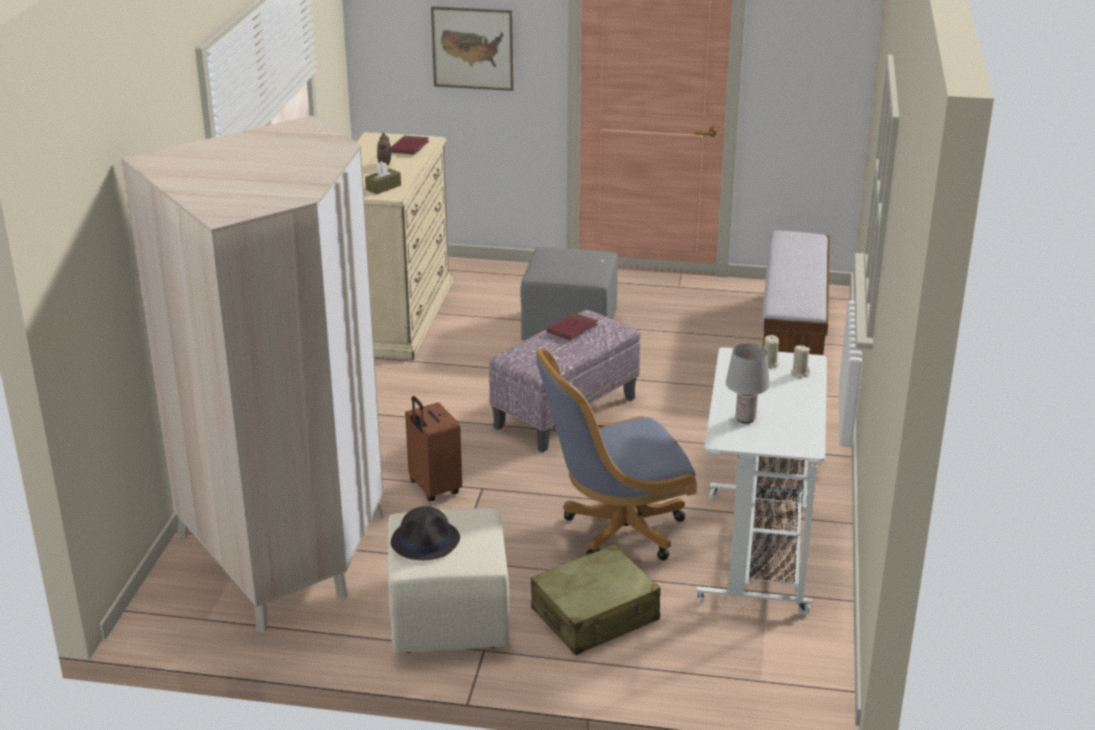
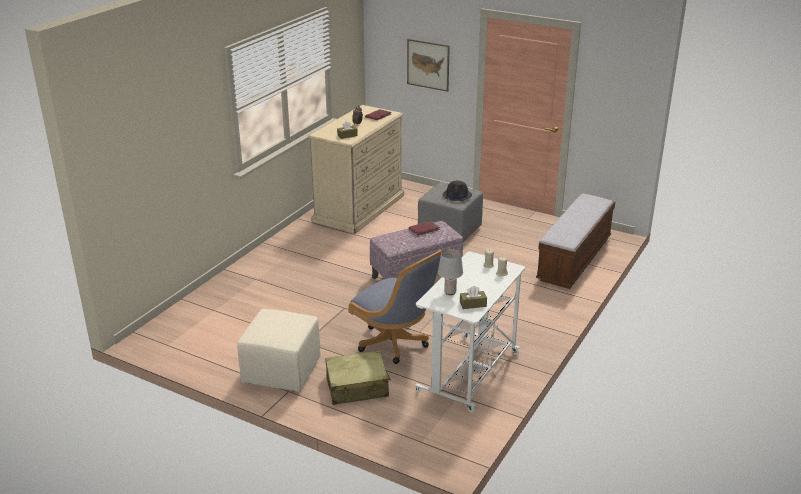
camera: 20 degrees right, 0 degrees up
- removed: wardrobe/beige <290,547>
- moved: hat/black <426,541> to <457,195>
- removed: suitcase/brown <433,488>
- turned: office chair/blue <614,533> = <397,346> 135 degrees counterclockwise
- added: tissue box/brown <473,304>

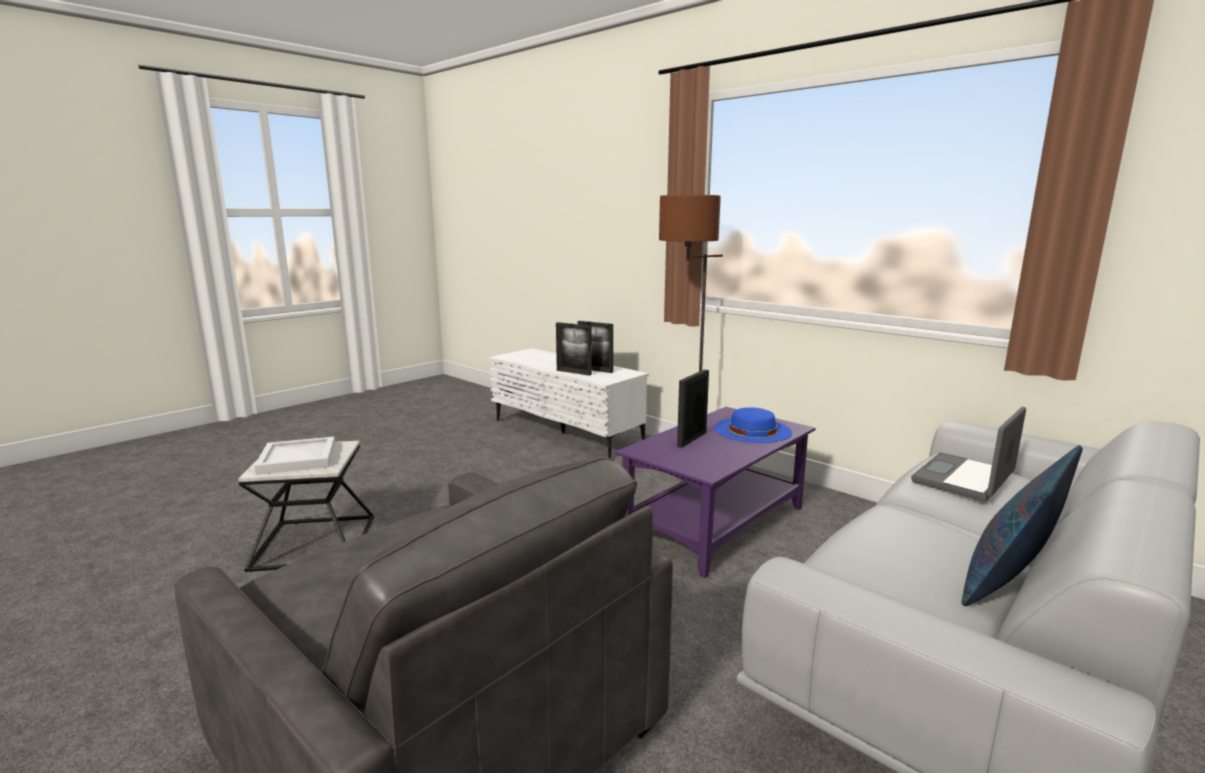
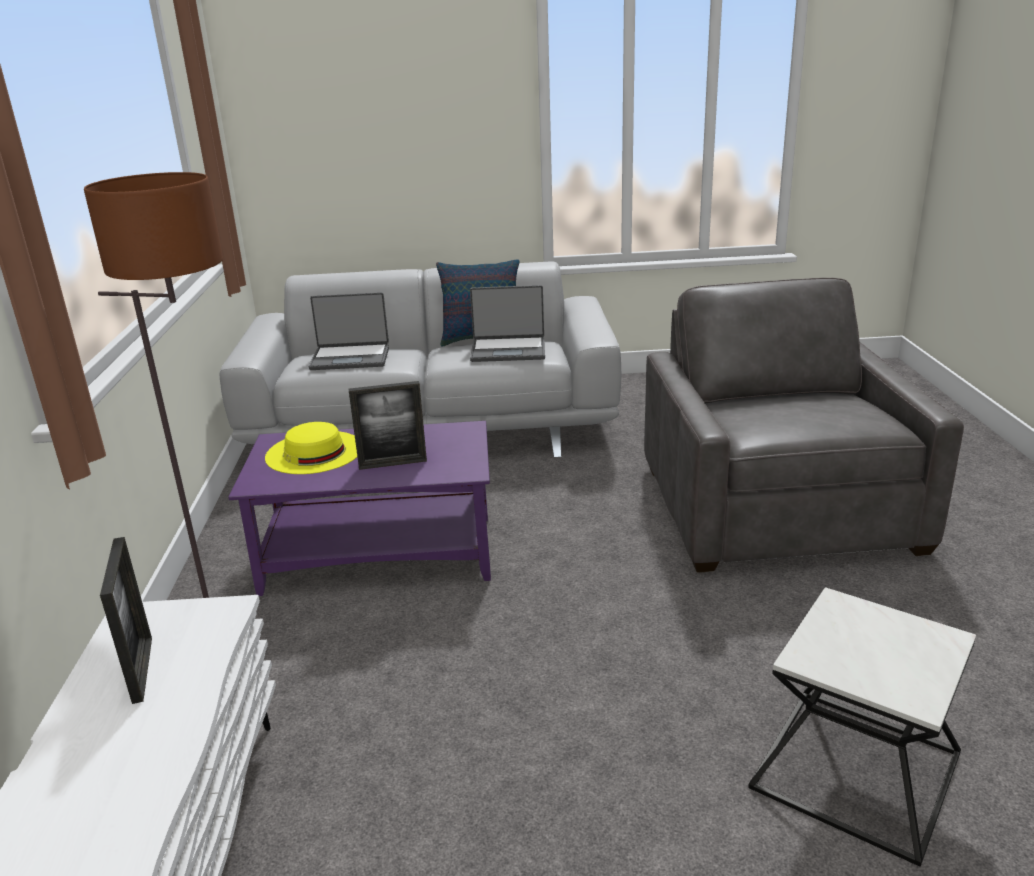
camera: 135 degrees left, 10 degrees up
- removed: tray/white <296,458>
- removed: picture frame <573,372>
- recoloured: hat/blue <752,430> to hat/yellow <314,452>
- added: laptop <508,350>

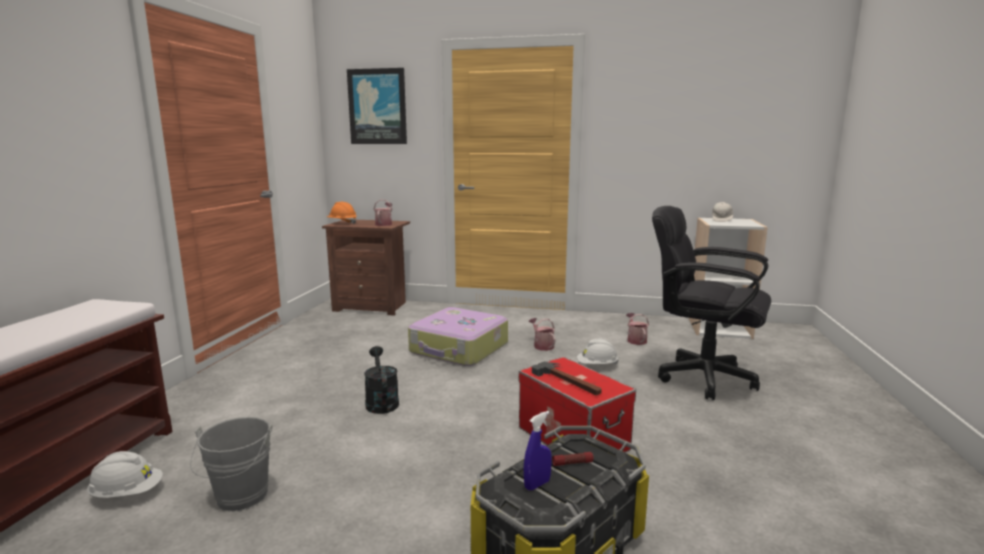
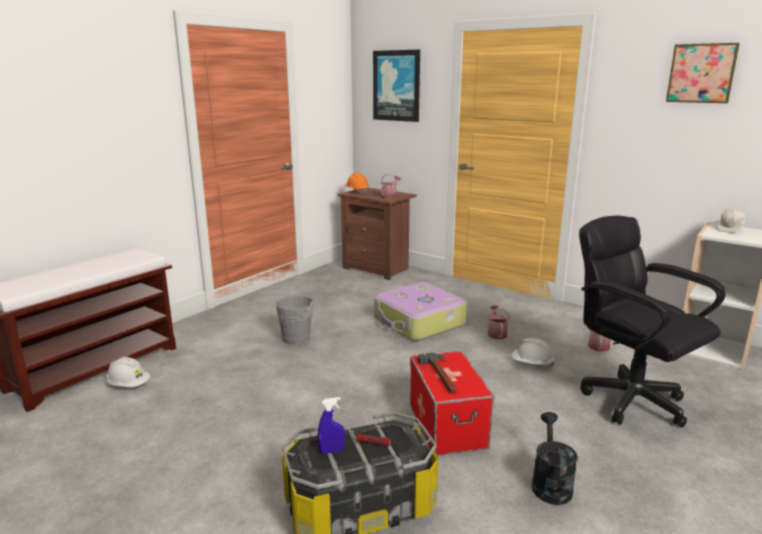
camera: 25 degrees right, 5 degrees up
- moved: bucket/grey <240,500> to <294,340>
- moved: watering can/black <381,402> to <550,483>
- added: picture <701,73>

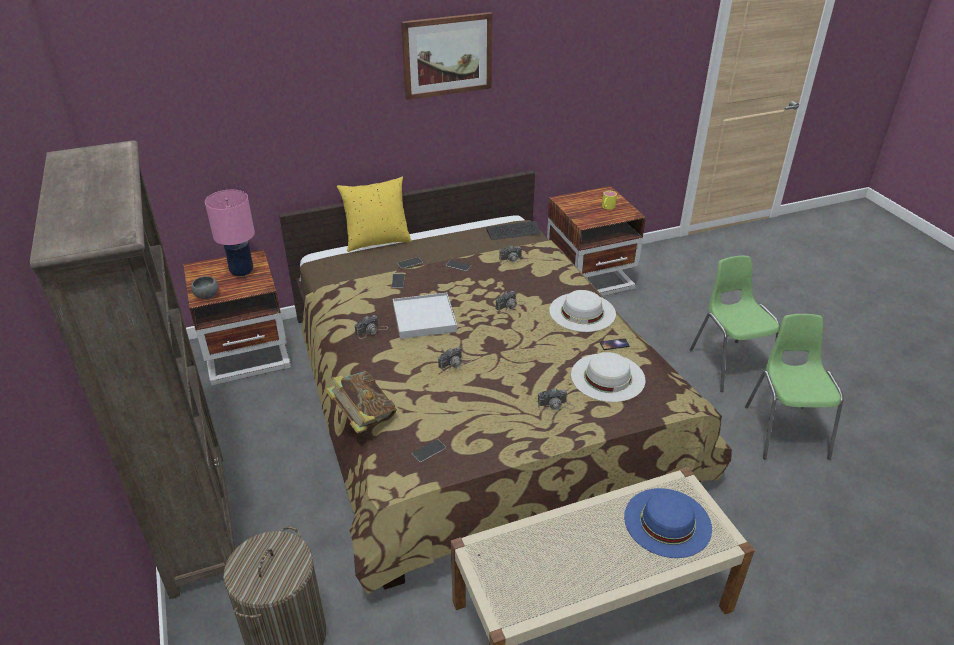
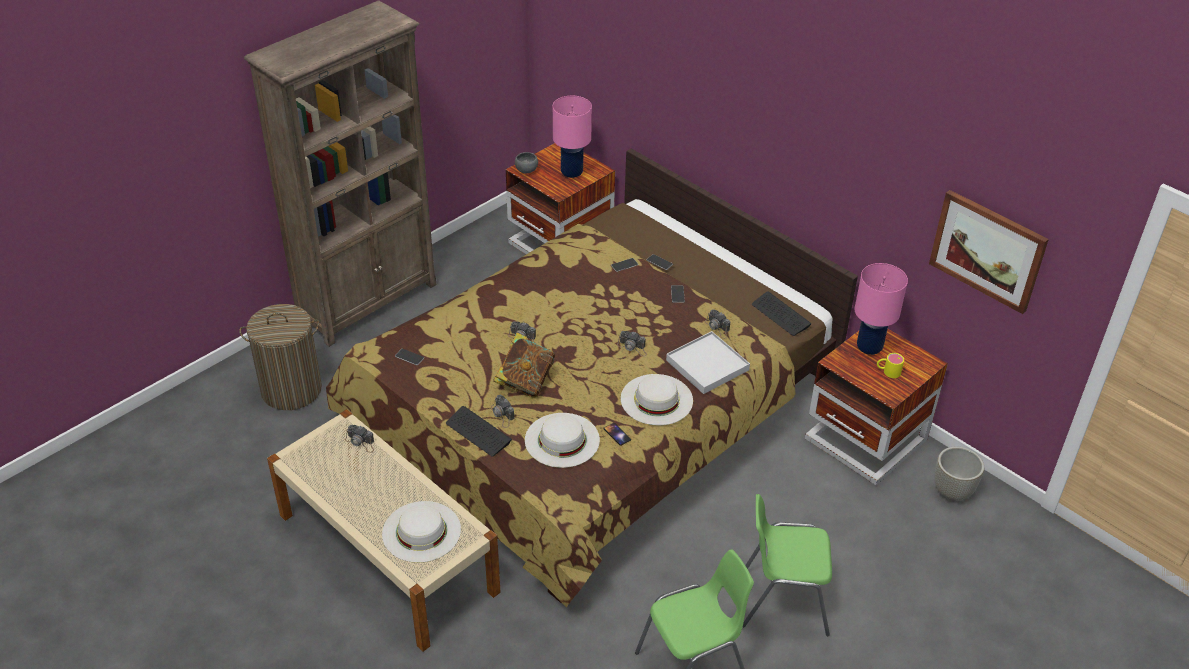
camera: 65 degrees right, 5 degrees up
- moved: book <363,418> to <525,381>
- removed: pillow/yellow <377,241>
- moved: photo camera <371,331> to <361,442>
- moved: tray/white <424,318> to <707,365>
- moved: picture <447,55> to <987,250>
- recoloured: hat/blue <667,522> to hat/white <421,531>
- turned: chair/green <729,365> = <783,601> 135 degrees counterclockwise
- added: keyboard <478,432>
- added: table lamp/pink <868,348>
- added: planter/grey <952,491>

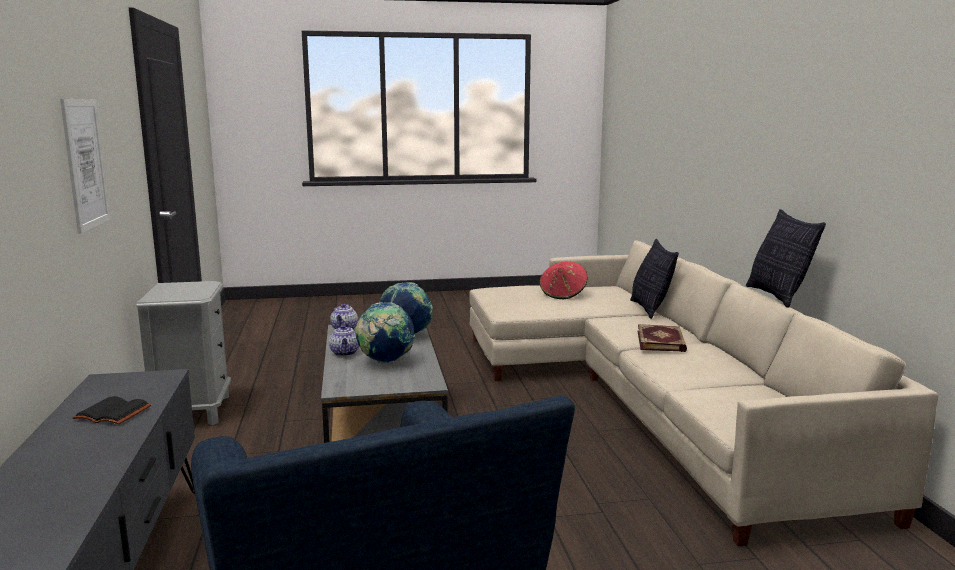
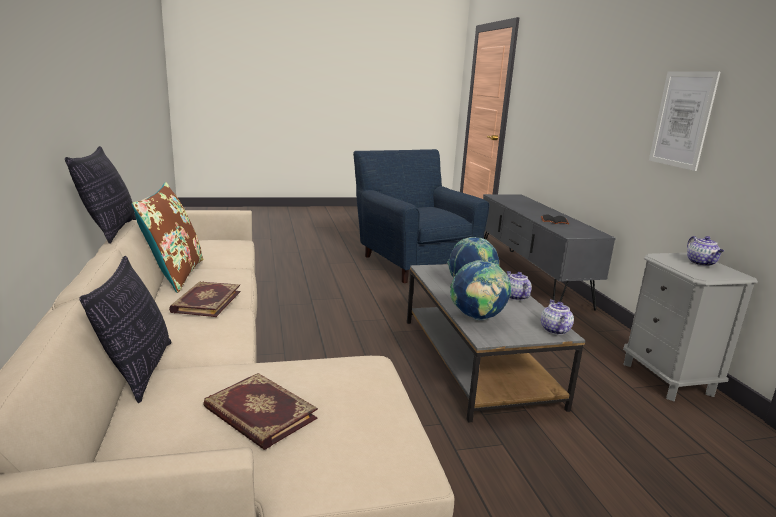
camera: 175 degrees right, 5 degrees up
- replaced: hat/red <563,294> to book <259,414>
- added: pillow/brown <174,275>
- added: teapot <701,263>

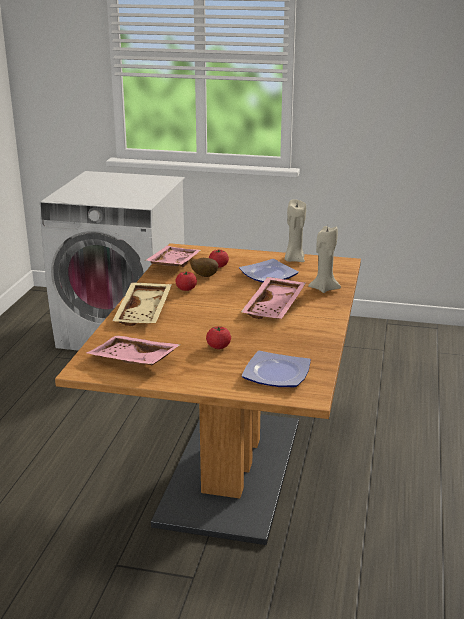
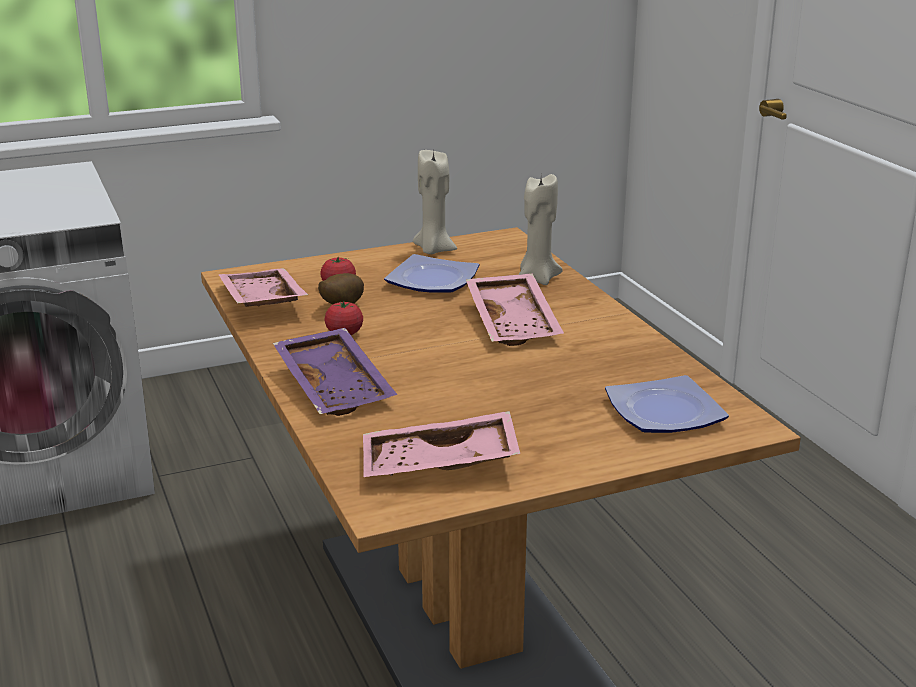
camera: 35 degrees left, 0 degrees up
- recoloured: tray/beige <145,312> to tray/purple <336,386>
- removed: tomato <218,346>

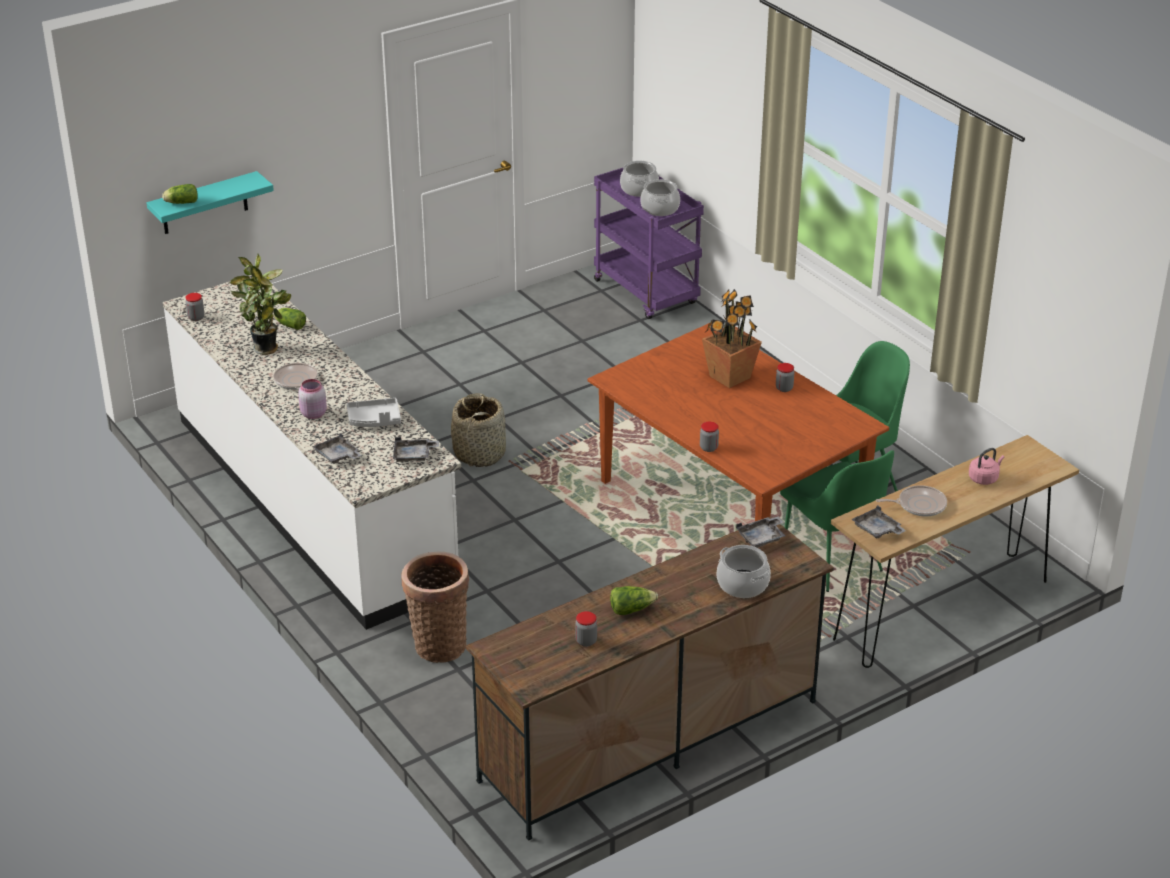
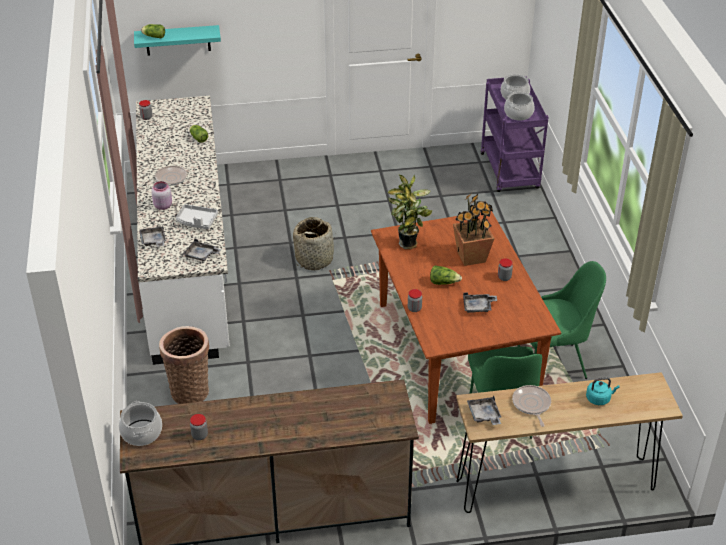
camera: 25 degrees right, 5 degrees up
- moved: potted plant <267,350> to <408,245>
- moved: lettuce <631,609> to <443,282>
- moved: cooking pot <743,584> to <142,433>
- moved: tray/grey <762,538> to <478,307>
- turned: frying pan <919,505> = <531,404> 120 degrees counterclockwise
- recoloured: kettle/pink <984,478> to kettle/turquoise <599,398>

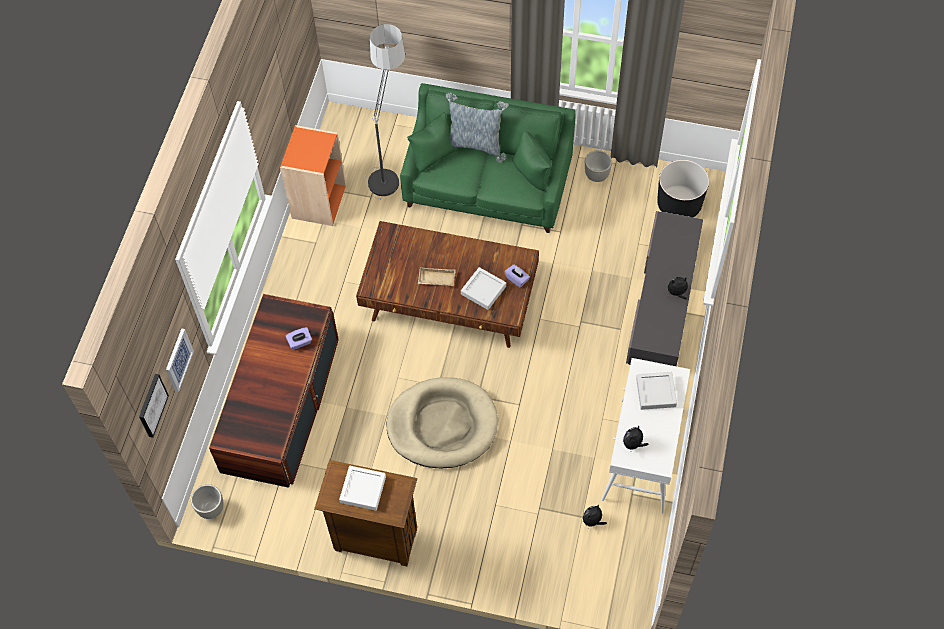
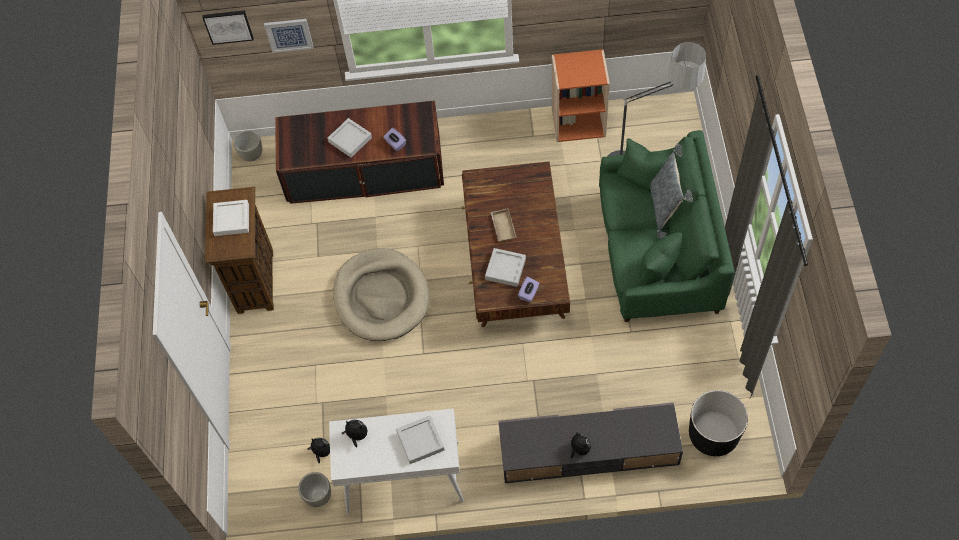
camera: 75 degrees right, 0 degrees up
- moved: planter/grey <597,175> to <318,496>
- added: tray/grey <350,140>

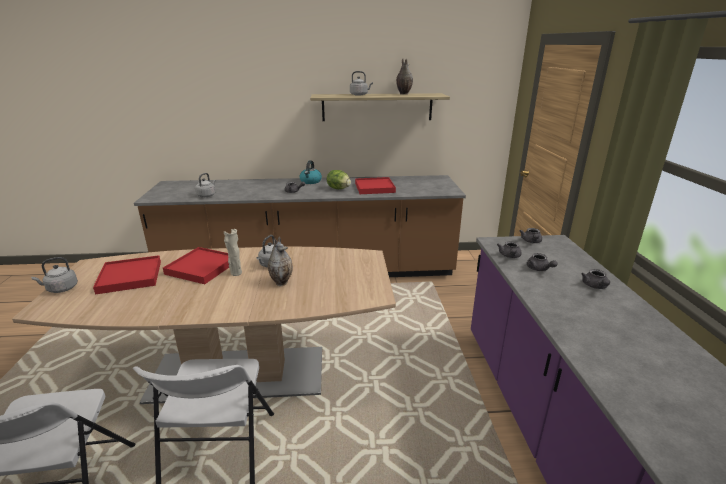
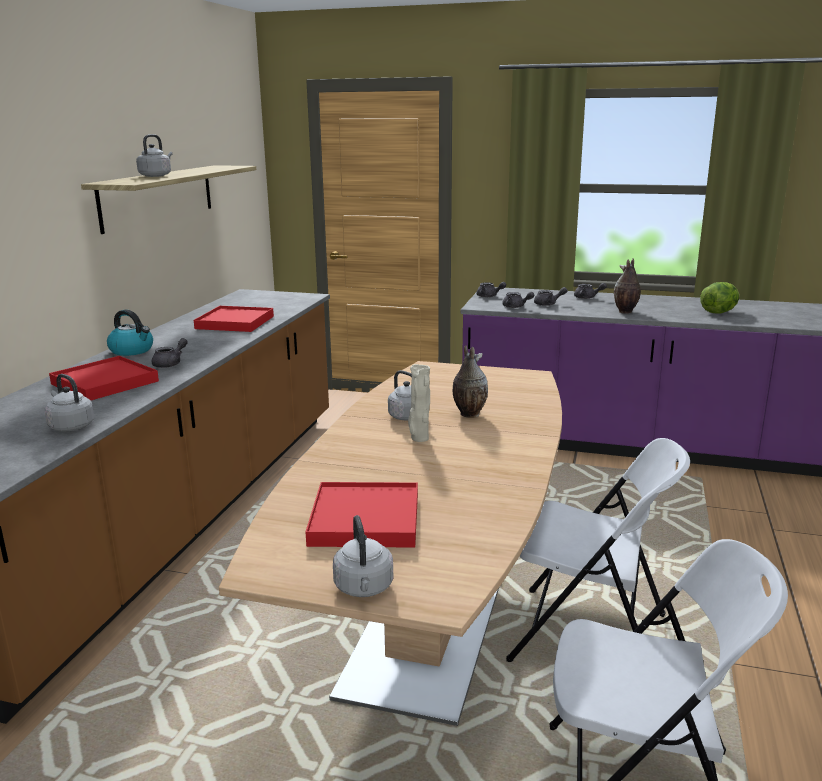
camera: 70 degrees left, 5 degrees down
- moved: tray/red <201,268> to <105,383>
- moved: lettuce <338,189> to <718,312>
- moved: vase <403,94> to <625,312>

